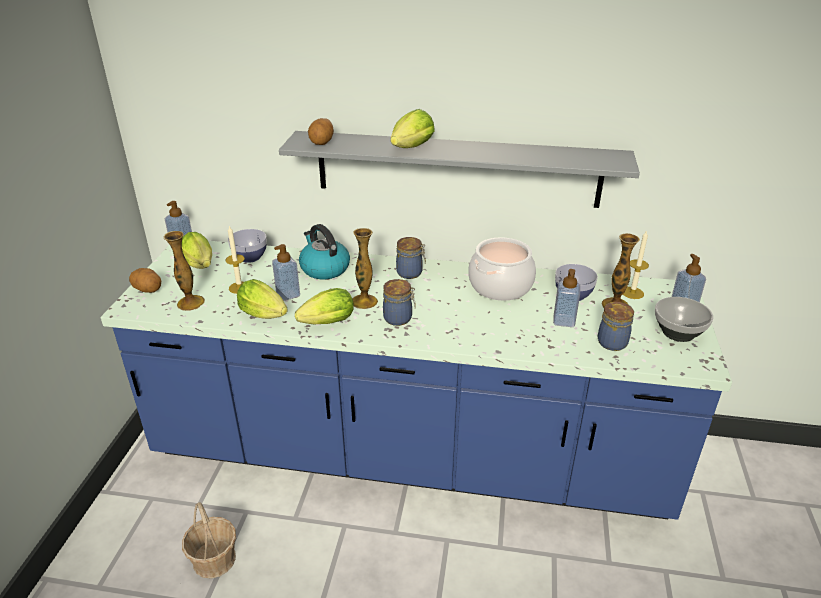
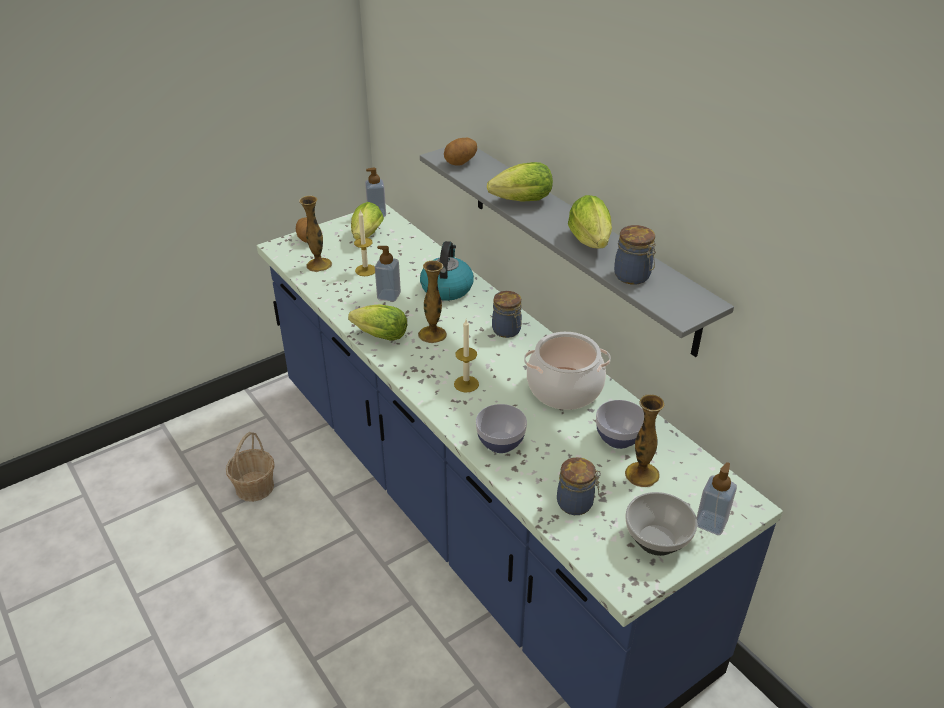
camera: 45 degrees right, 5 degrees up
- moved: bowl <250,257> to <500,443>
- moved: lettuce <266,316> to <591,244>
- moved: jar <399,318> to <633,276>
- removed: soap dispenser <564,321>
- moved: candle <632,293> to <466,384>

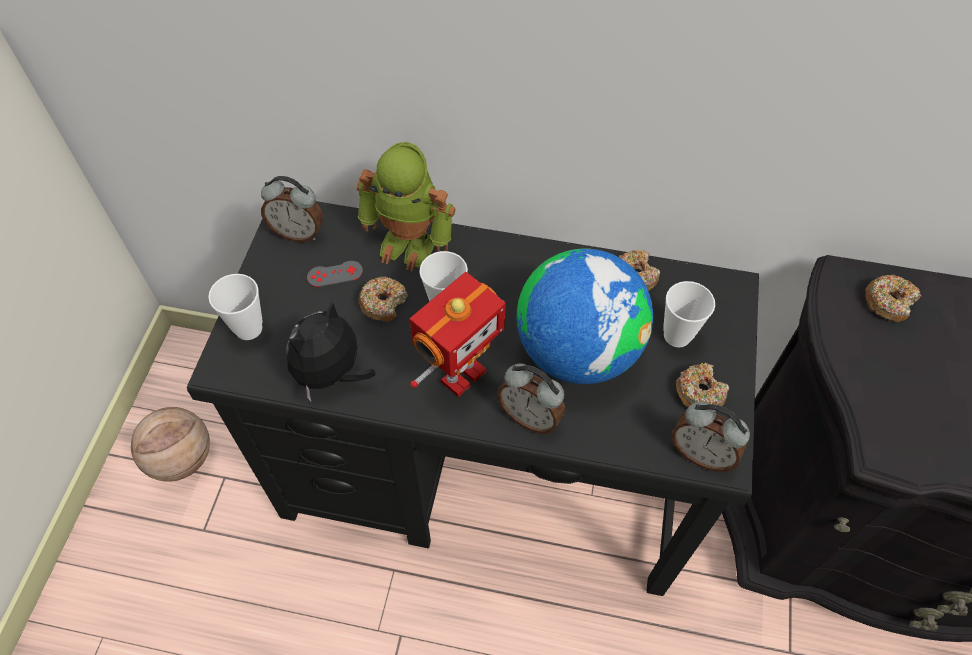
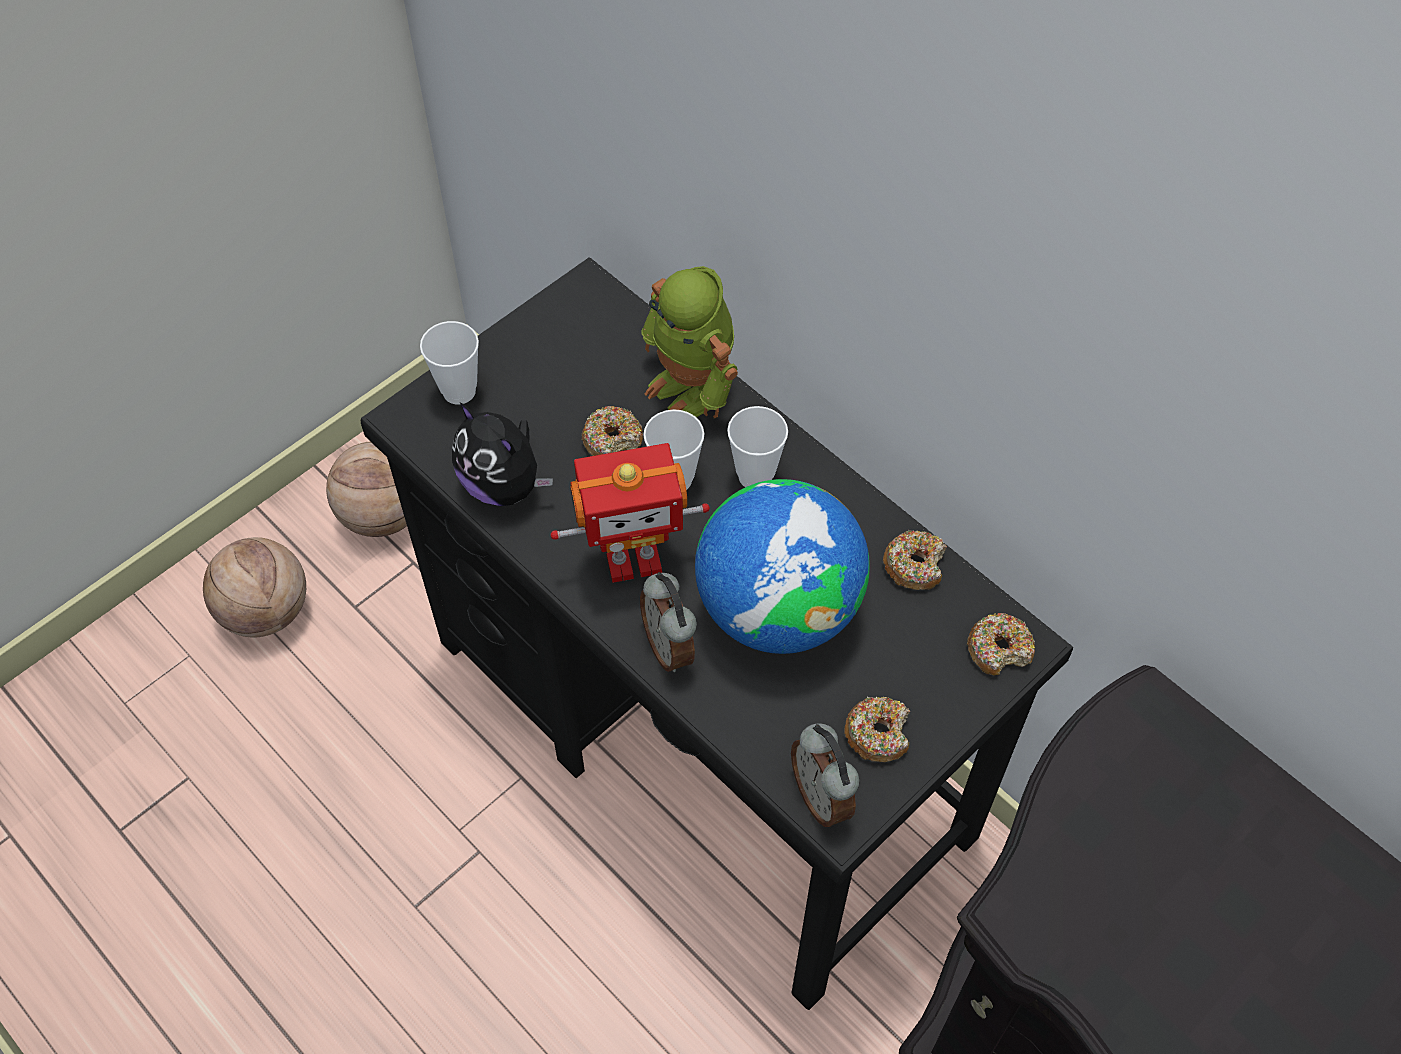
camera: 35 degrees right, 0 degrees up
- removed: alarm clock <298,232>
- turned: plush toy <331,374> = <504,485> 120 degrees counterclockwise
- removed: game controller/grey <335,274>
- moved: cup <677,336> to <755,476>
- moved: donut <888,302> to <999,649>
- added: basketball <266,611>

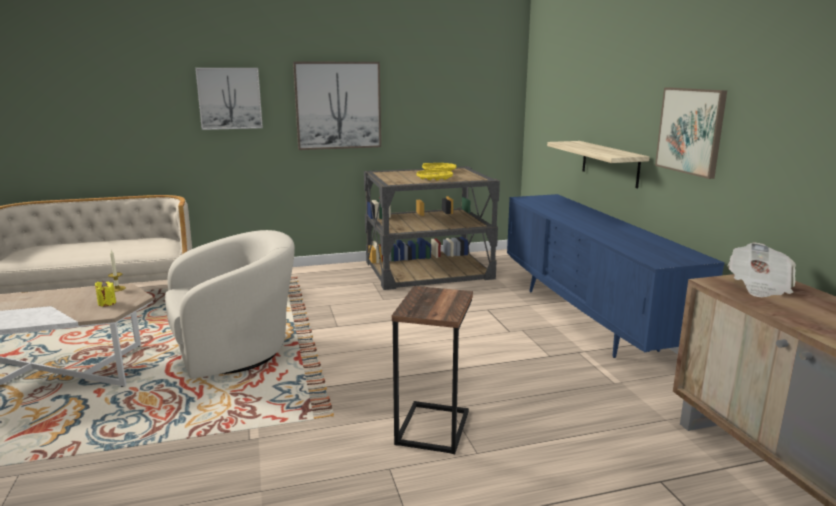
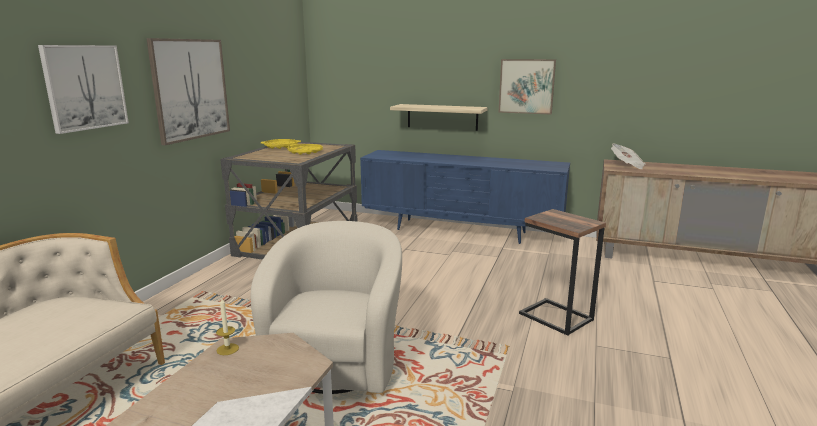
camera: 55 degrees left, 0 degrees up
- removed: candle/yellow <107,303>

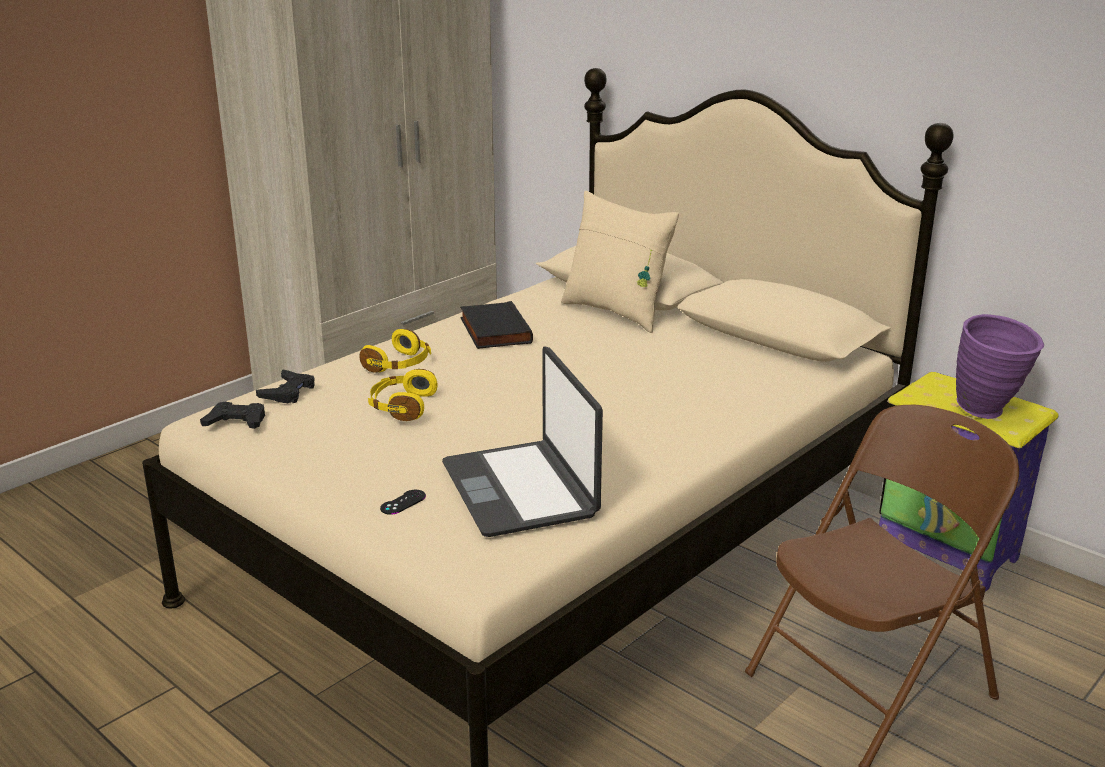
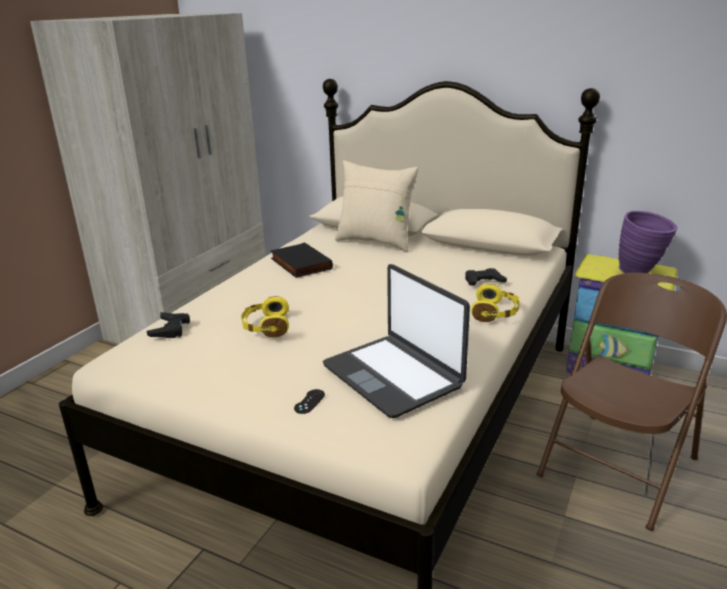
camera: 15 degrees left, 0 degrees up
- moved: game controller/black <236,422> to <483,281>
- moved: headphones/yellow <399,365> to <495,313>

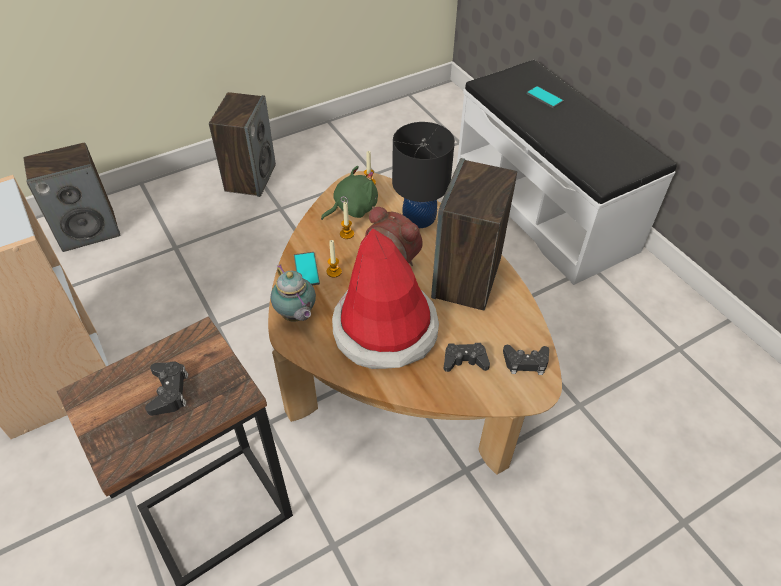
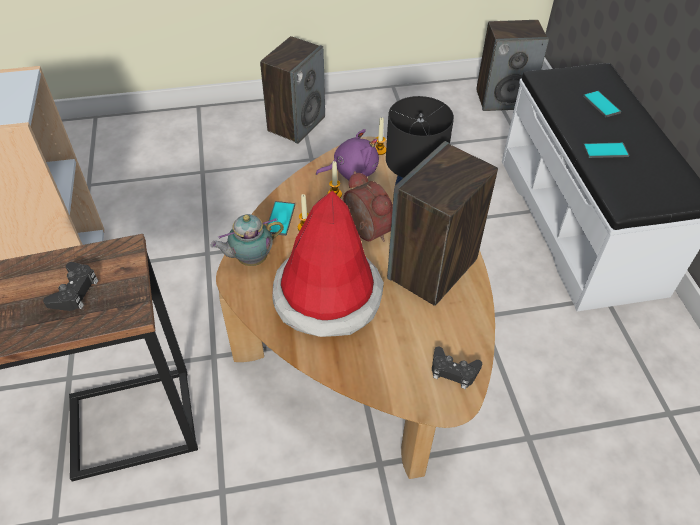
camera: 20 degrees right, 0 degrees up
- moved: speaker <89,230> to <503,99>
- turned: teapot <296,316> = <250,259> 75 degrees clockwise
- recoloured: plush toy/green <352,208> to plush toy/purple <352,171>
- removed: game controller/black <464,361>
- added: phone <605,151>

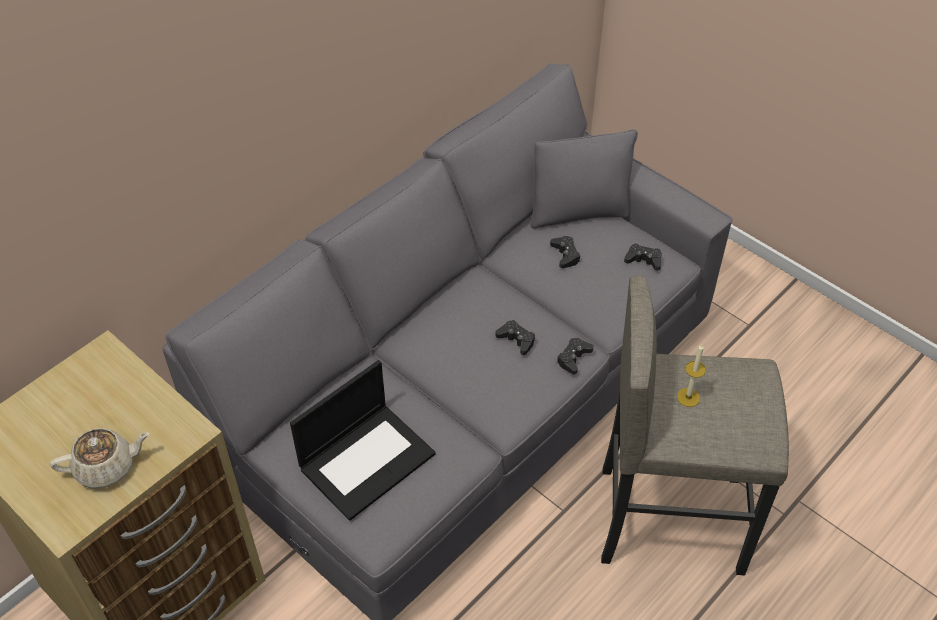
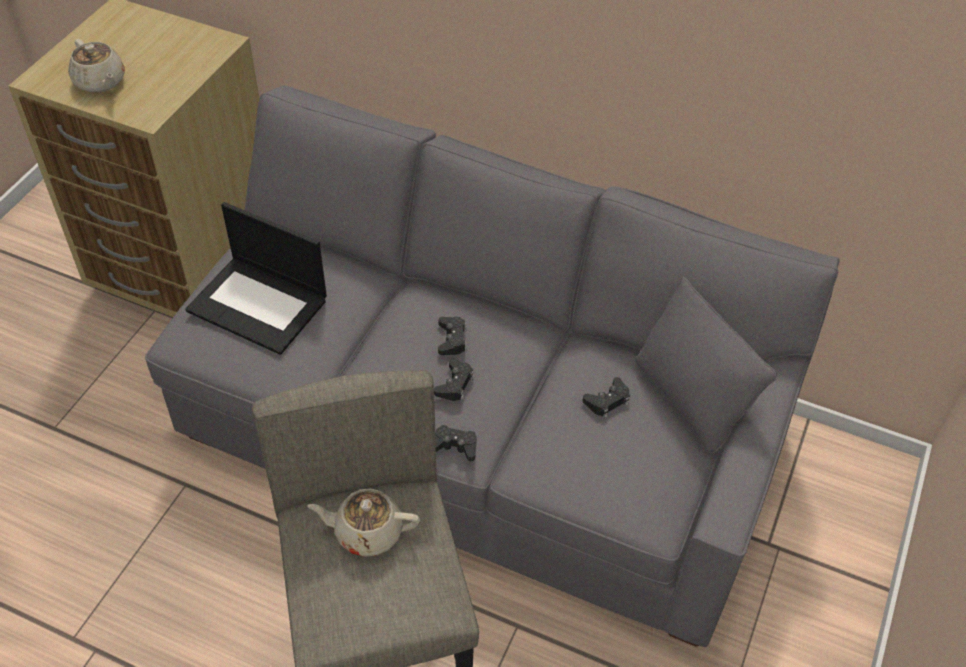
camera: 70 degrees right, 0 degrees up
- moved: game controller/black <643,260> to <452,339>
- replaced: candle <688,397> to teapot/beige <367,532>

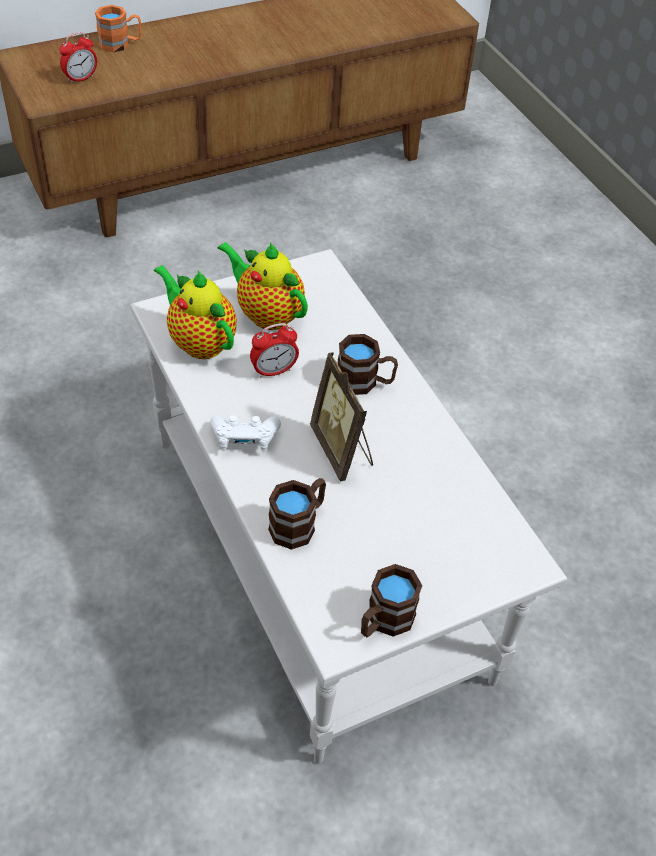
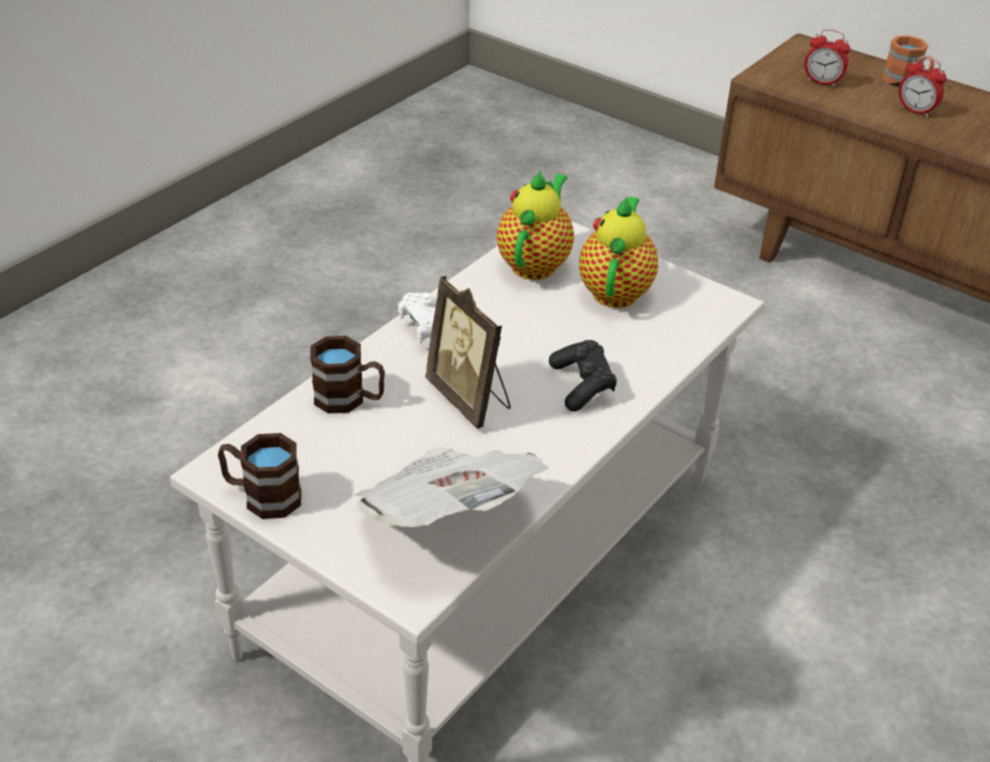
camera: 65 degrees right, 10 degrees down
- moved: alarm clock <274,371> to <916,111>
- turned: picture frame <342,450> = <470,399> 75 degrees counterclockwise
- replaced: mug/brown <365,382> to game controller/black <582,386>
- added: newspaper <448,517>

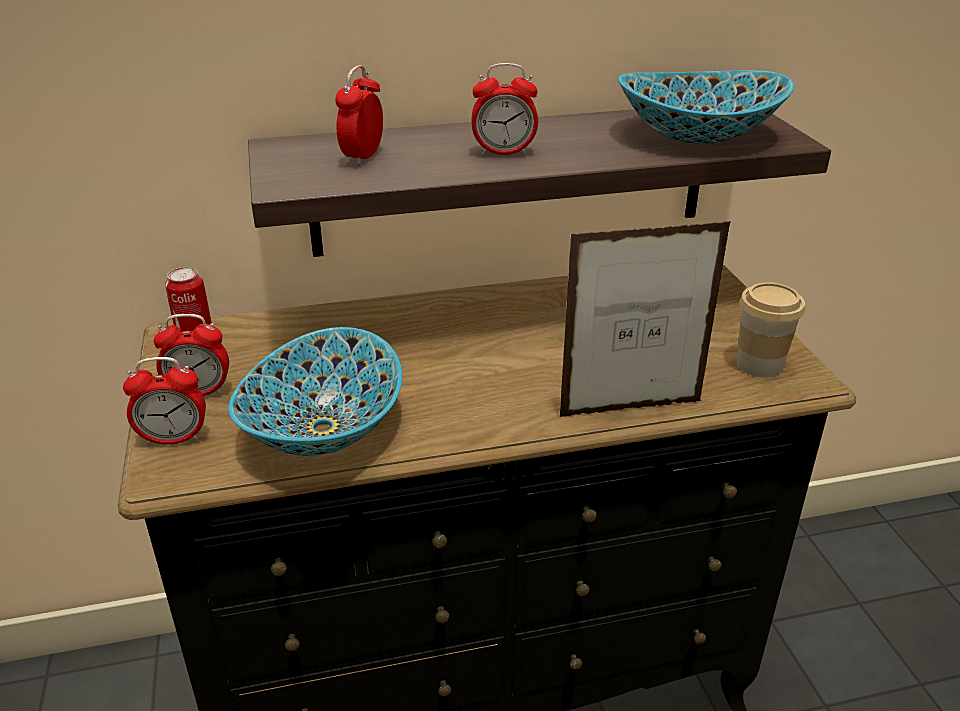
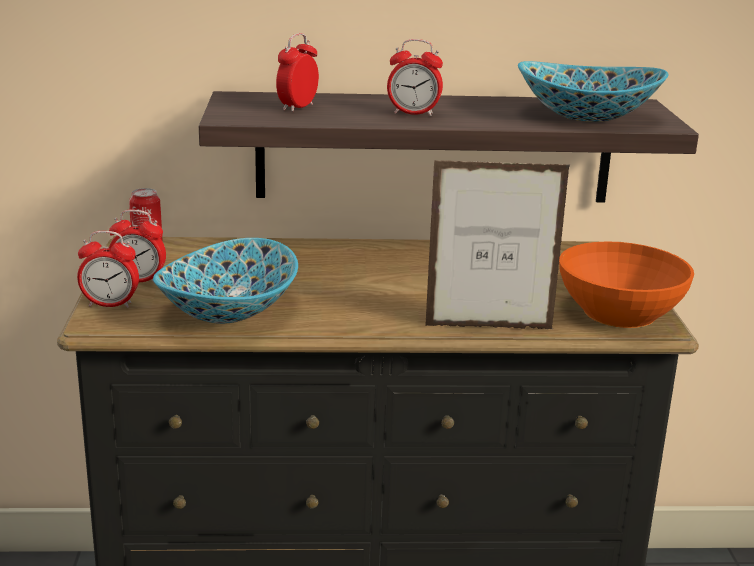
camera: 10 degrees right, 10 degrees down
- replaced: cup <759,364> to bowl/orange <619,313>

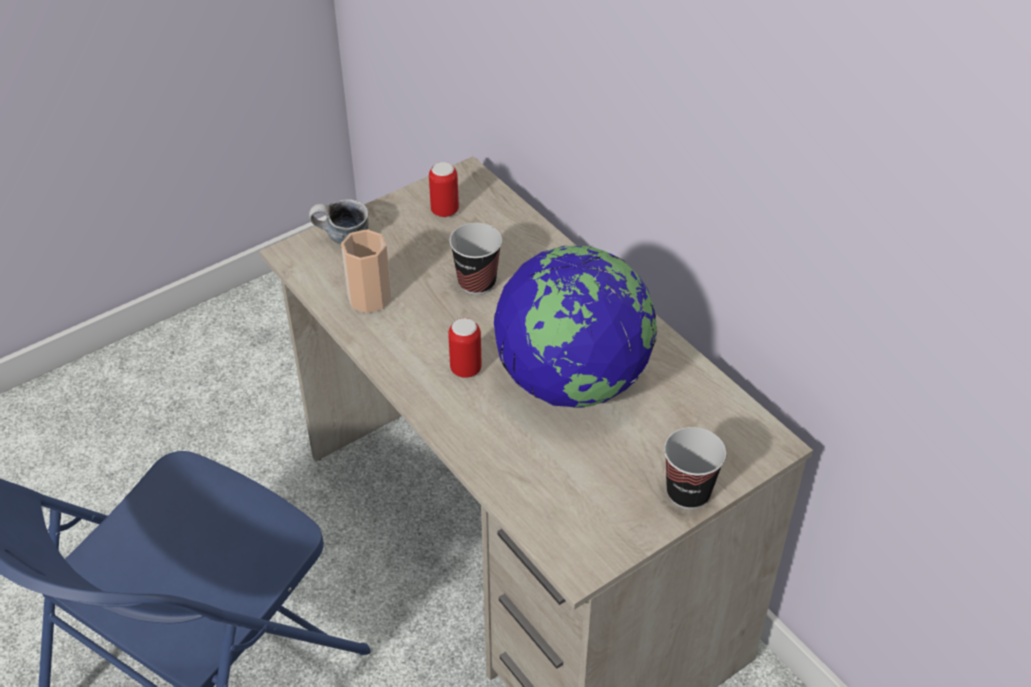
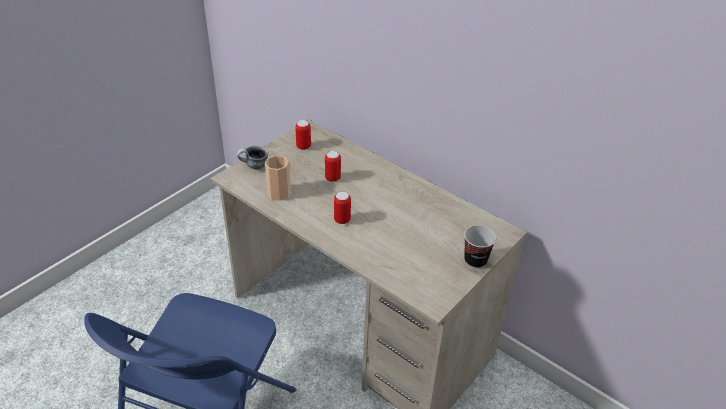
camera: 15 degrees left, 5 degrees down
- replaced: cup <477,283> to can <332,178>
- removed: globe <573,381>

